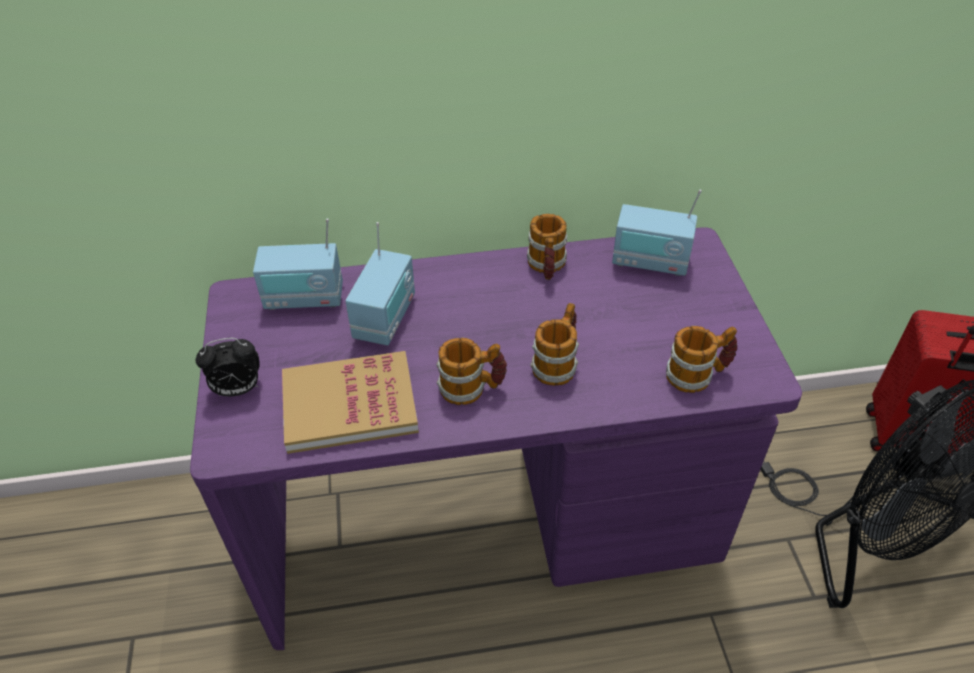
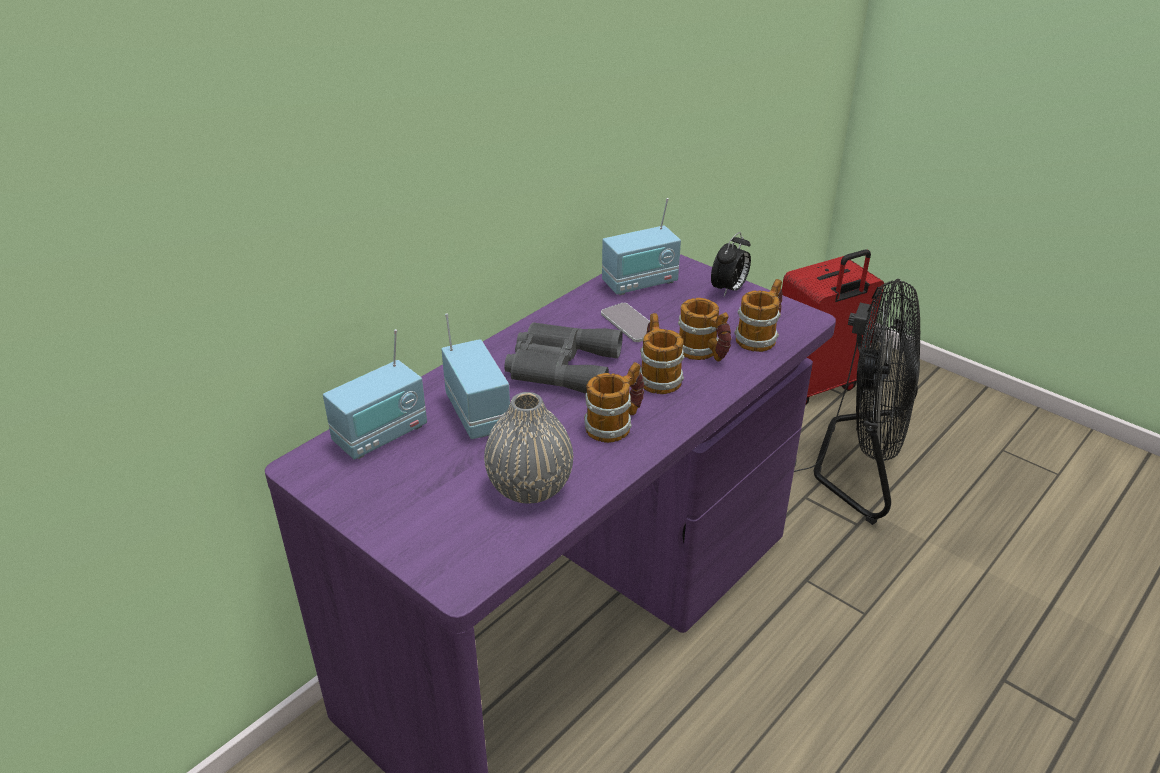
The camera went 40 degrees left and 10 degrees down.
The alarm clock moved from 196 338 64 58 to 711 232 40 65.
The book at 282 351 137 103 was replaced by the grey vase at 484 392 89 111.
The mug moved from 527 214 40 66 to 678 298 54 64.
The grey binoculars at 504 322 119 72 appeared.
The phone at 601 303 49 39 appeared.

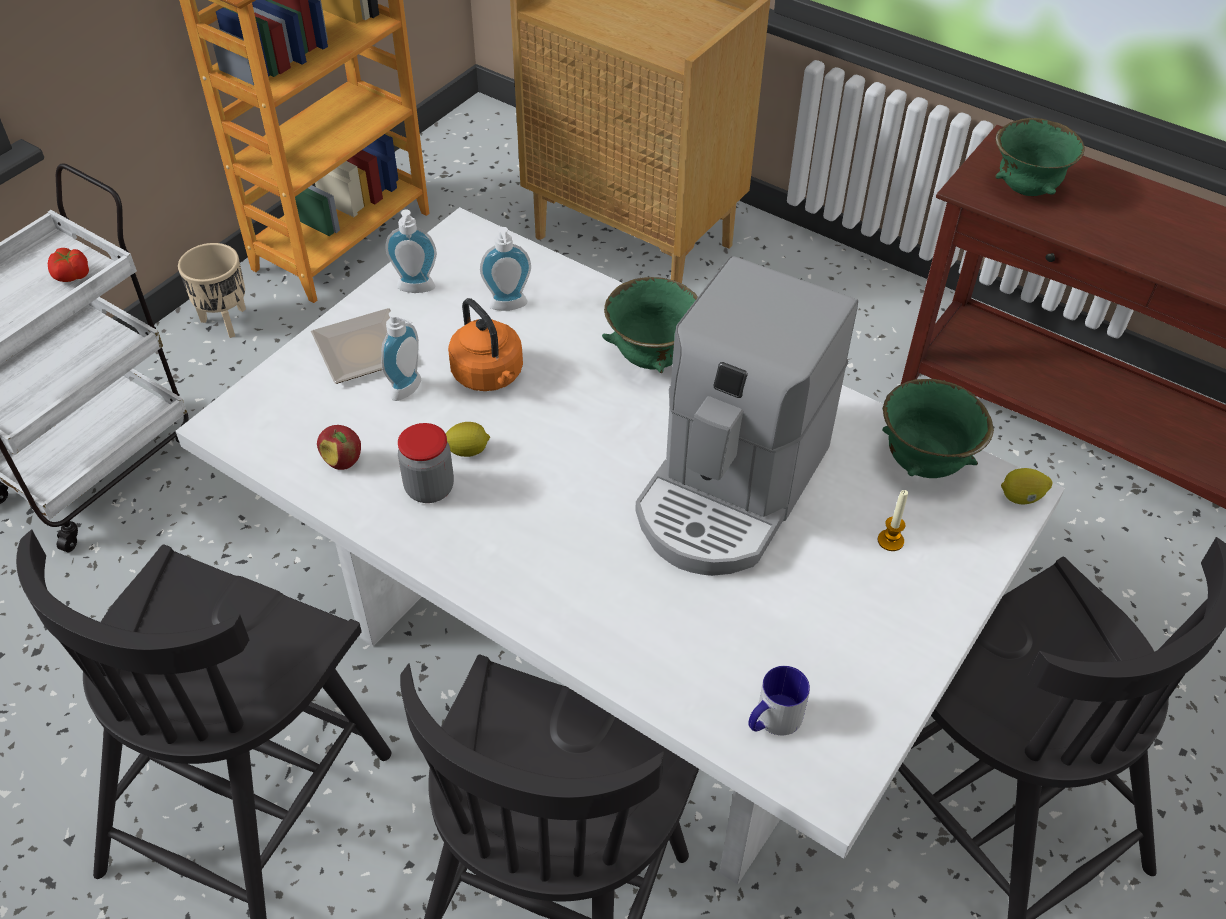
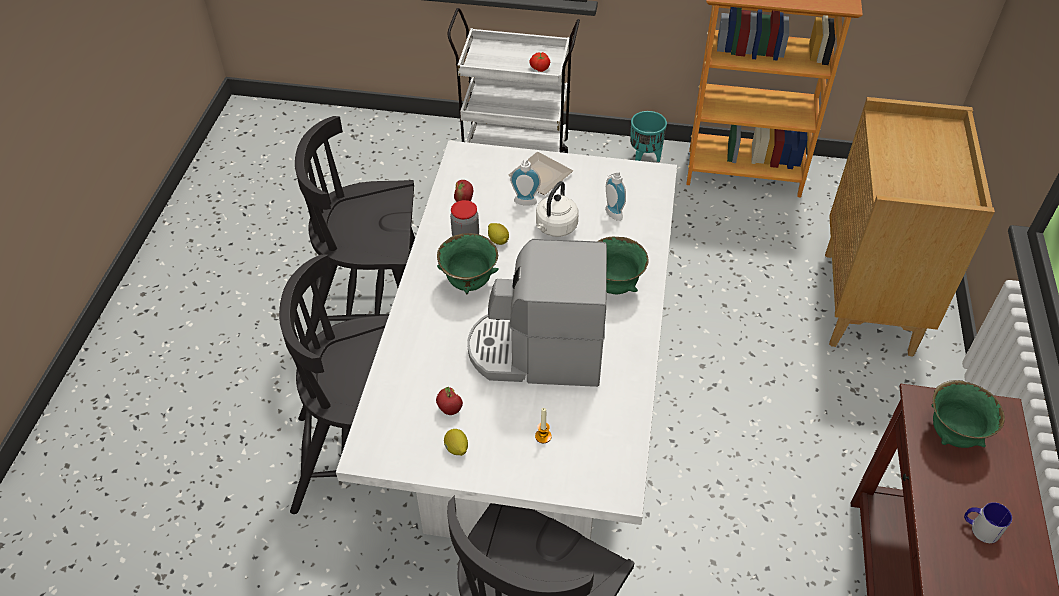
The camera went 65 degrees right and 0 degrees up.
The beige planter at 178 243 68 95 became the turquoise planter at 630 111 37 51.
The soap dispenser at 386 209 51 84 disappeared.
The orange kettle at 448 298 75 93 became the white kettle at 536 181 42 56.
The mug moved from 748 666 62 69 to 964 502 48 41.
The green bowl moved from 882 379 112 99 to 437 233 62 62.
The lemon moved from 1001 468 52 36 to 444 429 24 27.
The apple at 436 387 27 28 appeared.

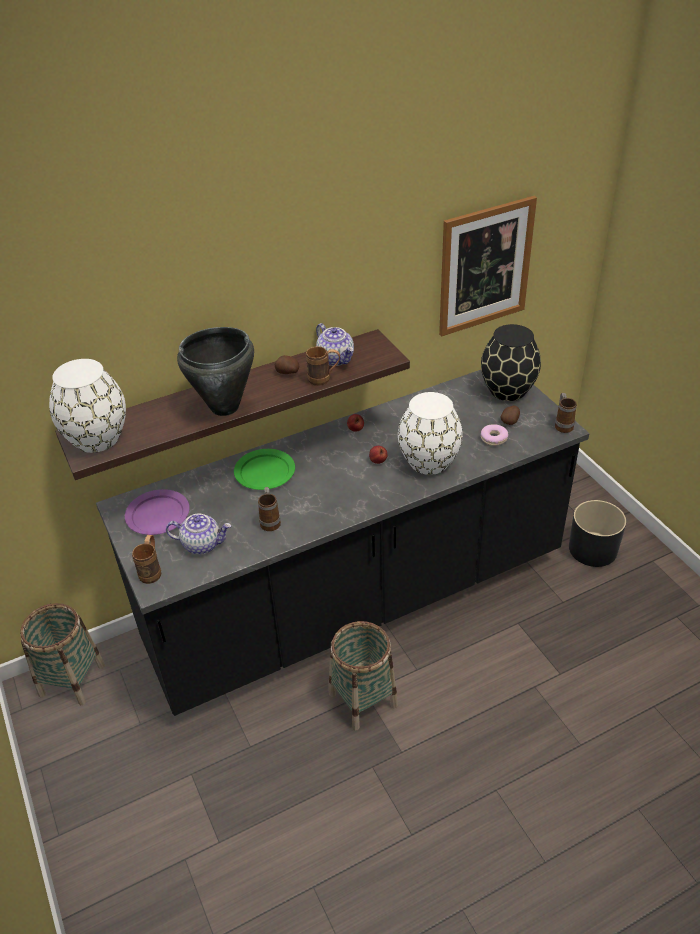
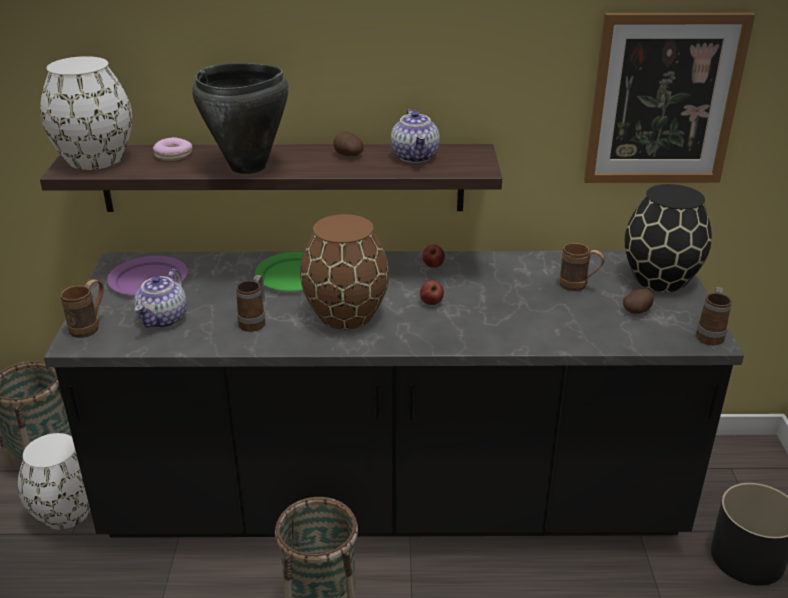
The camera went 25 degrees right and 10 degrees down.
The teapot at 166 513 65 41 turned 75 degrees clockwise.
The brown mug moved from 306 346 34 40 to 559 243 46 48.
The white vase moved from 398 392 65 83 to 18 433 72 97.
The donut moved from 481 424 27 22 to 153 137 39 24.
The brown vase at 300 214 89 116 appeared.

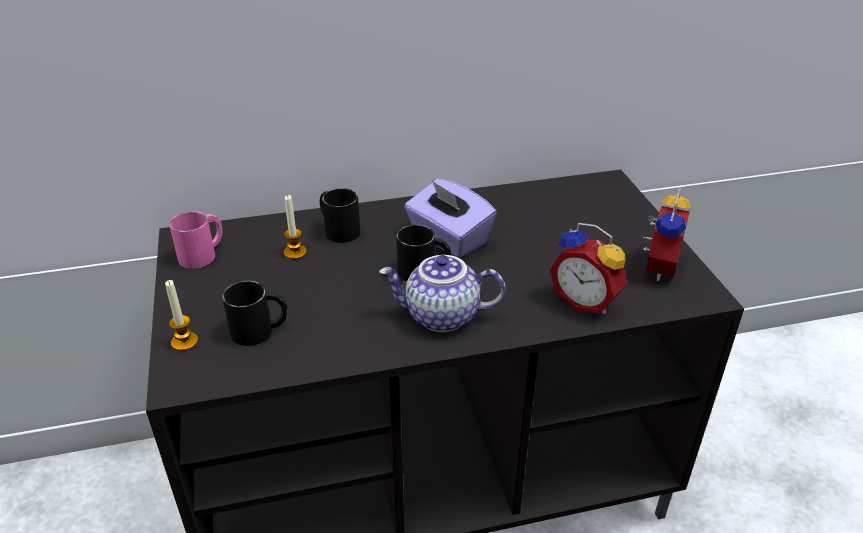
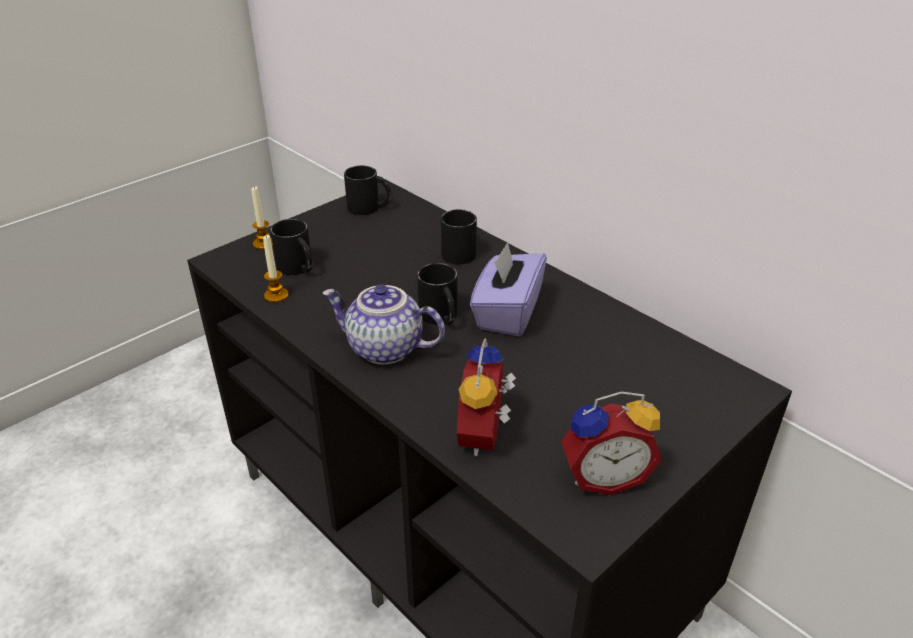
The camera went 60 degrees right and 0 degrees up.
The pink mug at 169 211 54 58 became the black mug at 344 165 47 50.
The candle moved from 284 195 23 64 to 263 235 26 67.
The teapot at 379 255 127 77 turned 45 degrees counterclockwise.

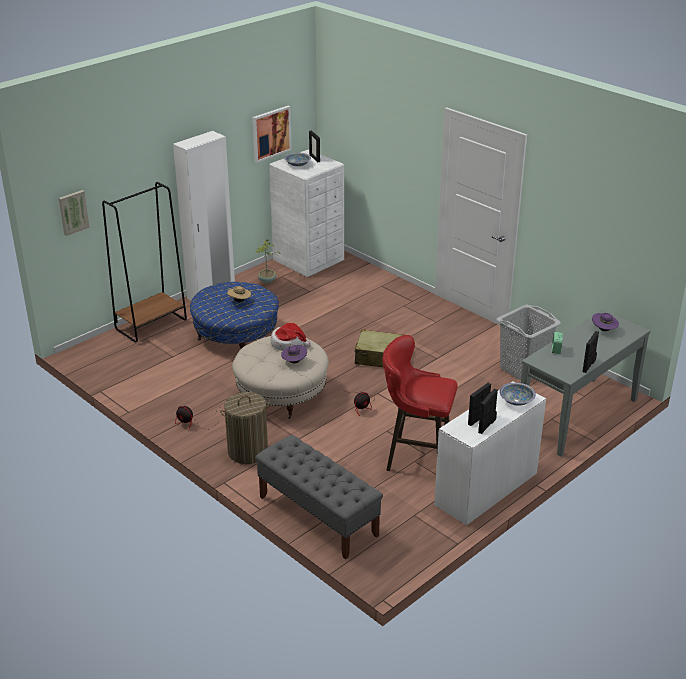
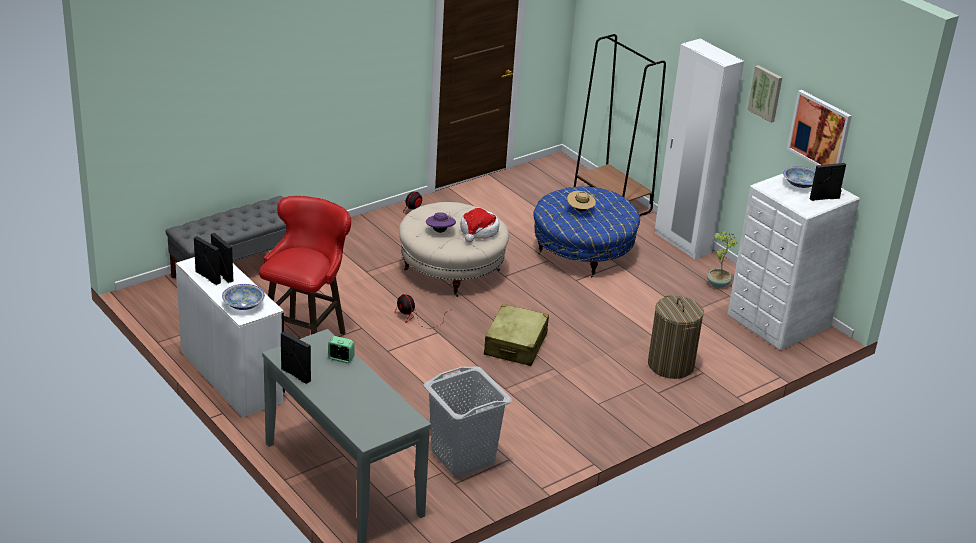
The camera went 95 degrees right and 0 degrees up.
The picture moved from 59 190 31 46 to 747 65 35 58.
The laundry basket moved from 220 392 50 72 to 648 295 56 84.
The purple hat at 592 313 27 18 disappeared.

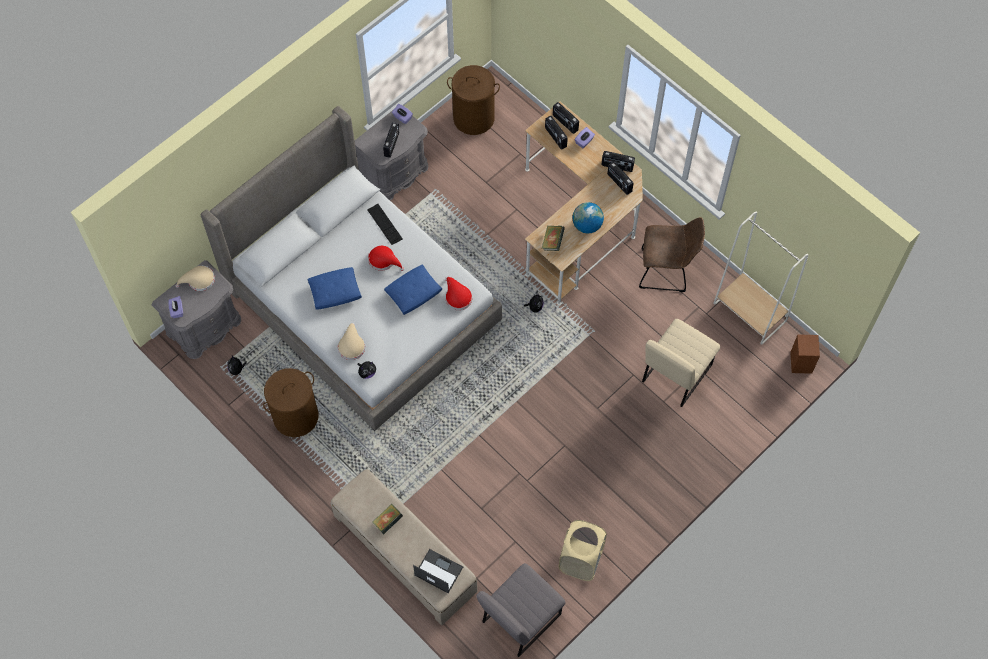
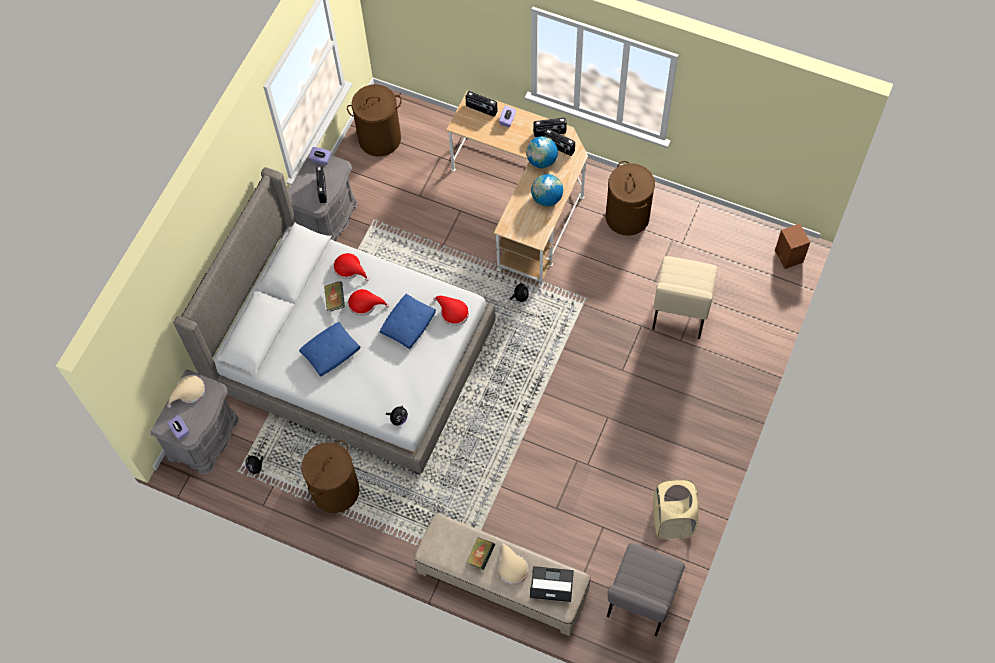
The camera went 20 degrees left and 0 degrees up.
The beige hat moved from 338 323 27 37 to 498 543 30 42.
The keyboard at 367 204 36 41 was replaced by the red hat at 333 253 36 28.
The book moved from 542 226 23 25 to 324 281 21 31.
The radio at 545 116 23 34 disappeared.
The brown chair at 639 217 66 75 was replaced by the brown laundry basket at 606 161 49 75.
The clothes rack at 714 212 94 133 disappeared.
The globe at 526 136 32 32 appeared.

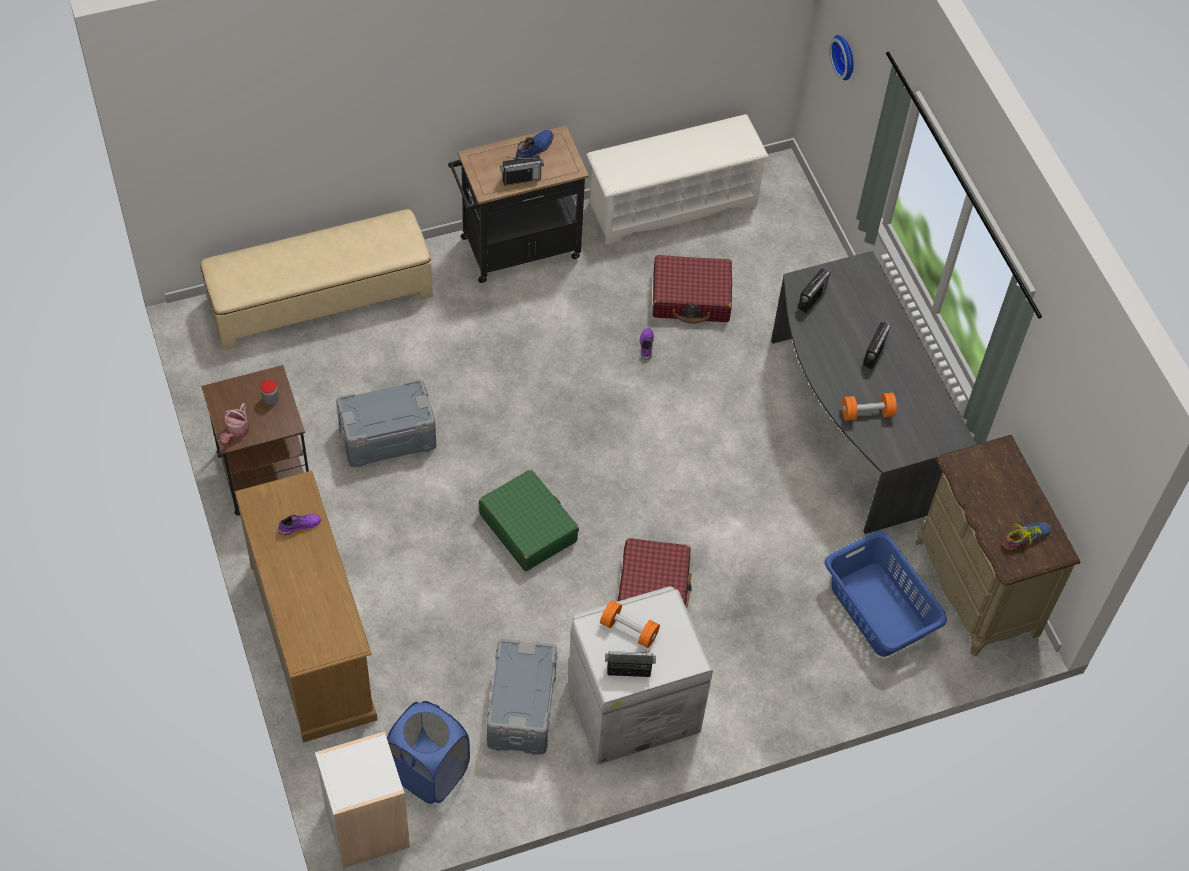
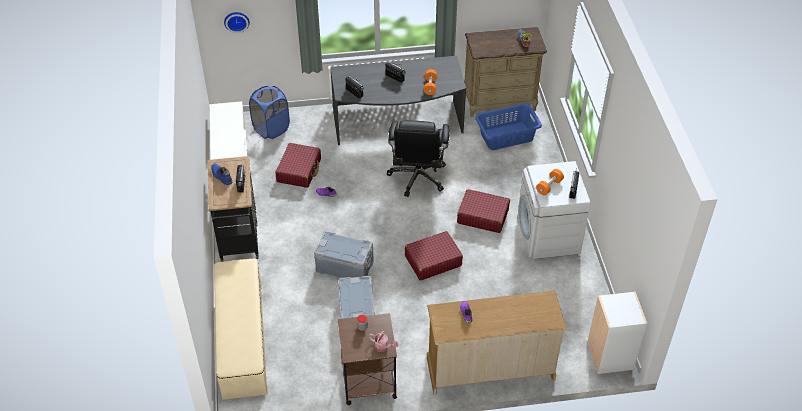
The camera went 75 degrees left and 10 degrees down.
The blue laundry basket moved from 387 701 83 103 to 249 86 41 53.
The green suitcase at 479 469 100 102 became the red suitcase at 405 231 58 50.
The grey storage box moved from 487 639 70 116 to 314 231 60 47.
The black office chair at 387 120 63 77 appeared.

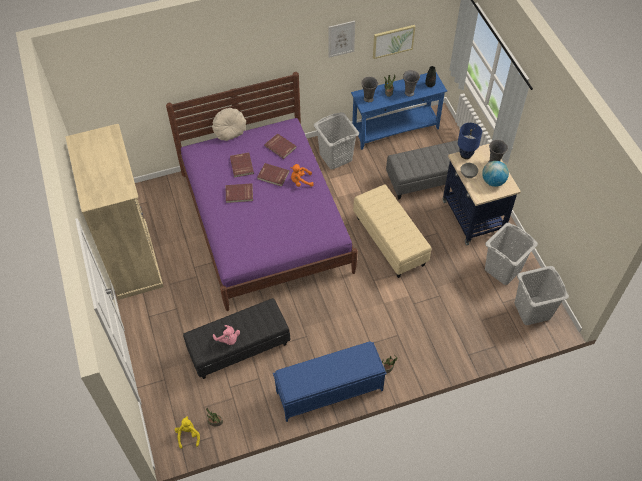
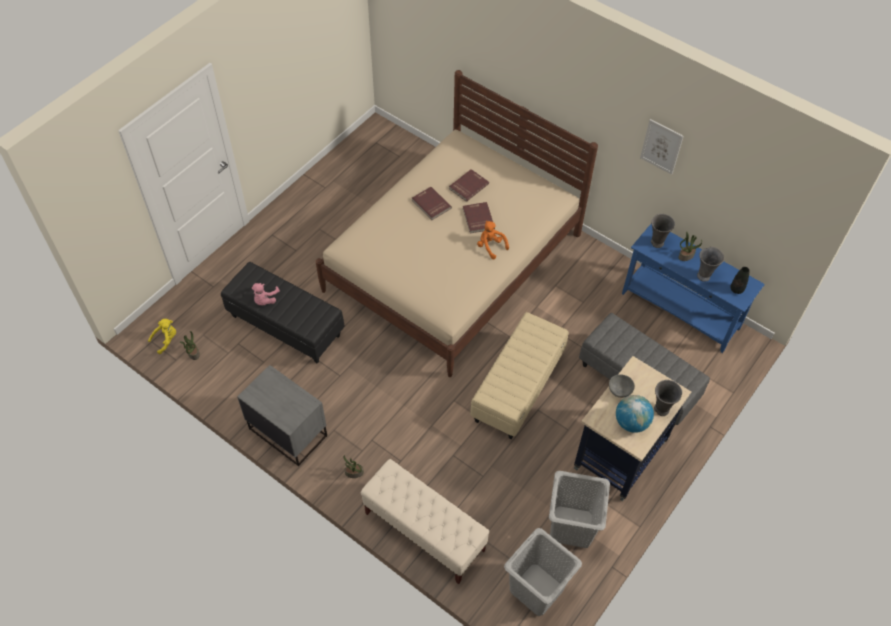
The camera went 55 degrees right and 0 degrees up.
The beige wardrobe at 65 124 99 176 disappeared.
The purple bed at 166 72 192 239 became the beige bed at 316 70 282 307.
The beige pillow at 212 108 34 33 disappeared.
The red book at 264 133 32 26 disappeared.
The blue bench at 273 342 114 80 was replaced by the grey nightstand at 237 365 90 101.
The grey laundry basket at 314 112 45 57 disappeared.
The picture at 373 25 42 34 disappeared.
The blue table lamp at 458 123 24 36 disappeared.
The beige bench at 361 459 128 125 appeared.

